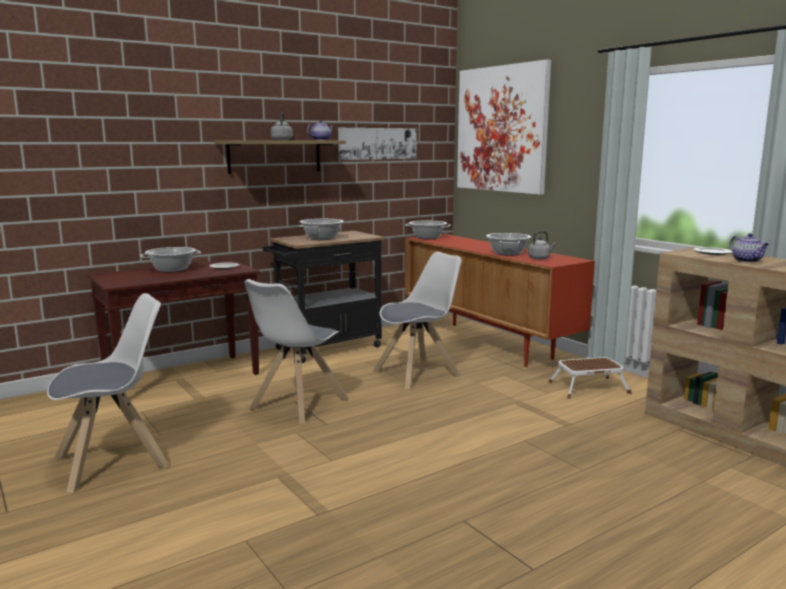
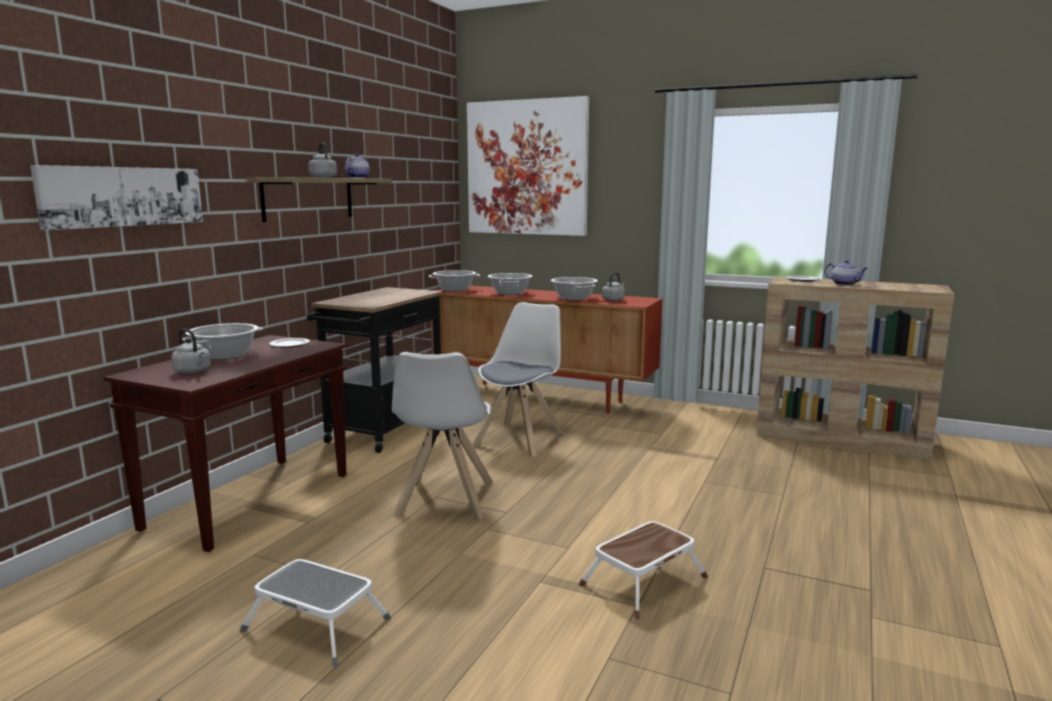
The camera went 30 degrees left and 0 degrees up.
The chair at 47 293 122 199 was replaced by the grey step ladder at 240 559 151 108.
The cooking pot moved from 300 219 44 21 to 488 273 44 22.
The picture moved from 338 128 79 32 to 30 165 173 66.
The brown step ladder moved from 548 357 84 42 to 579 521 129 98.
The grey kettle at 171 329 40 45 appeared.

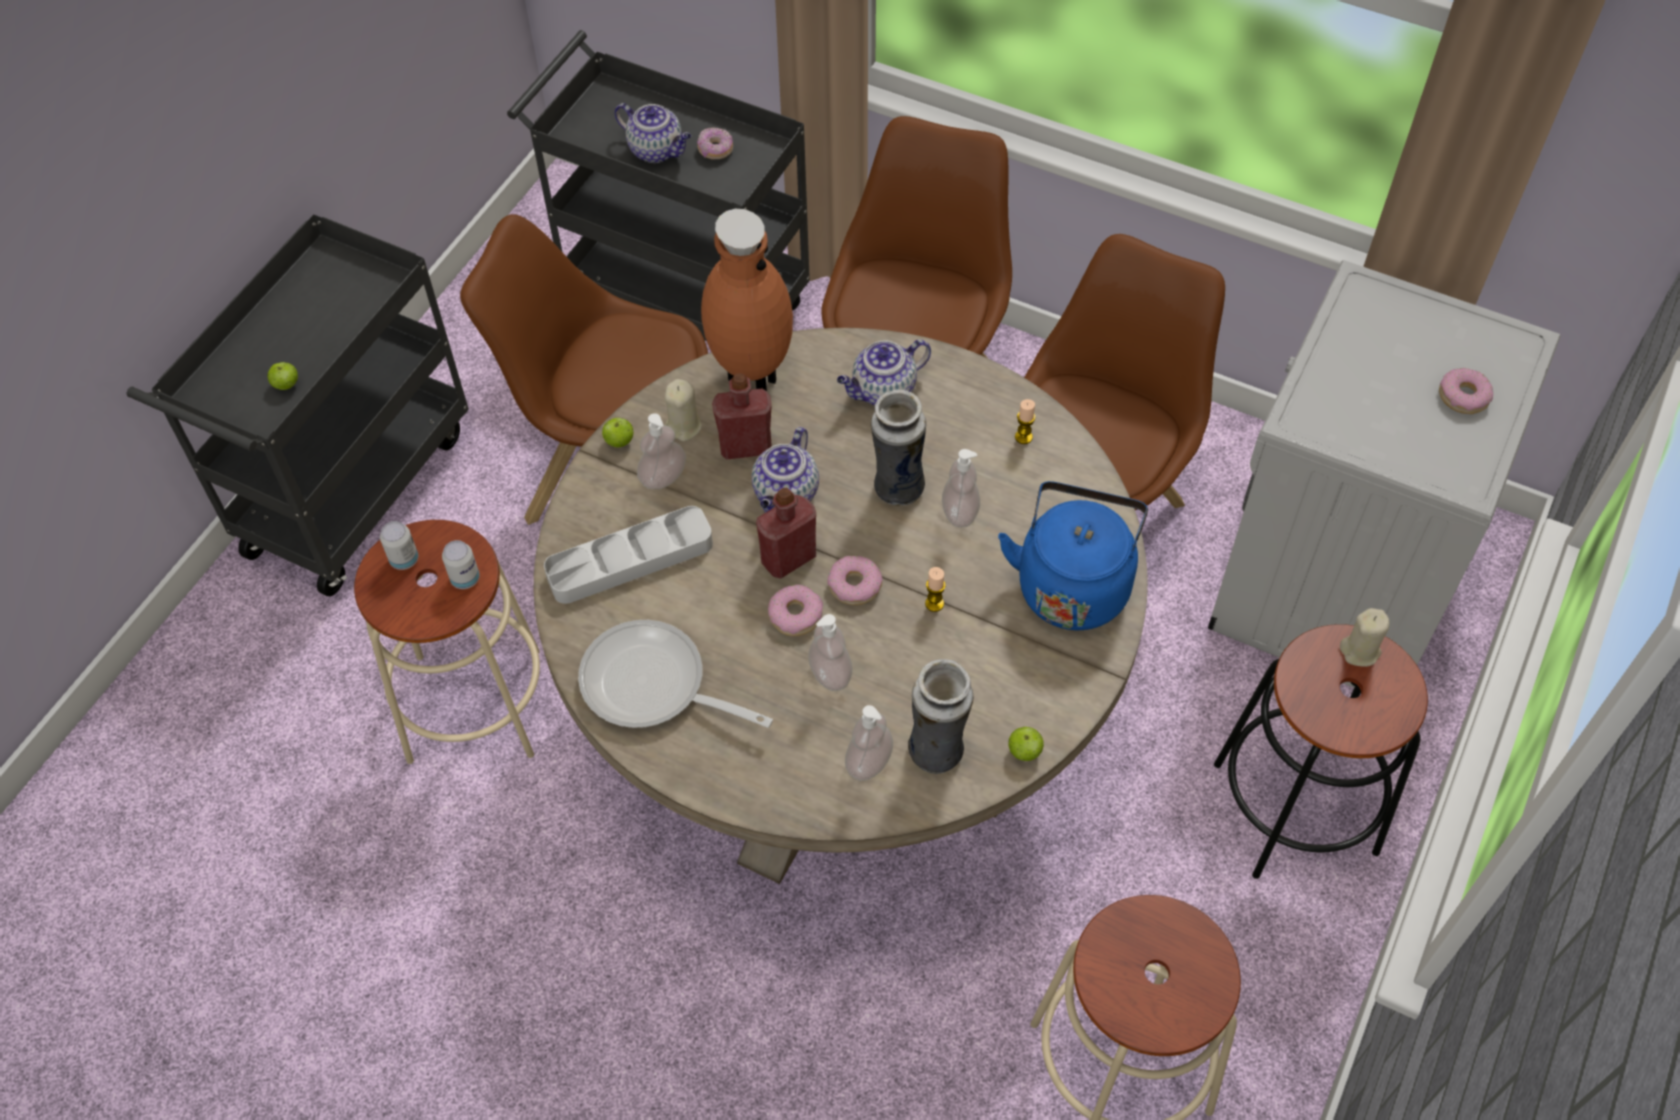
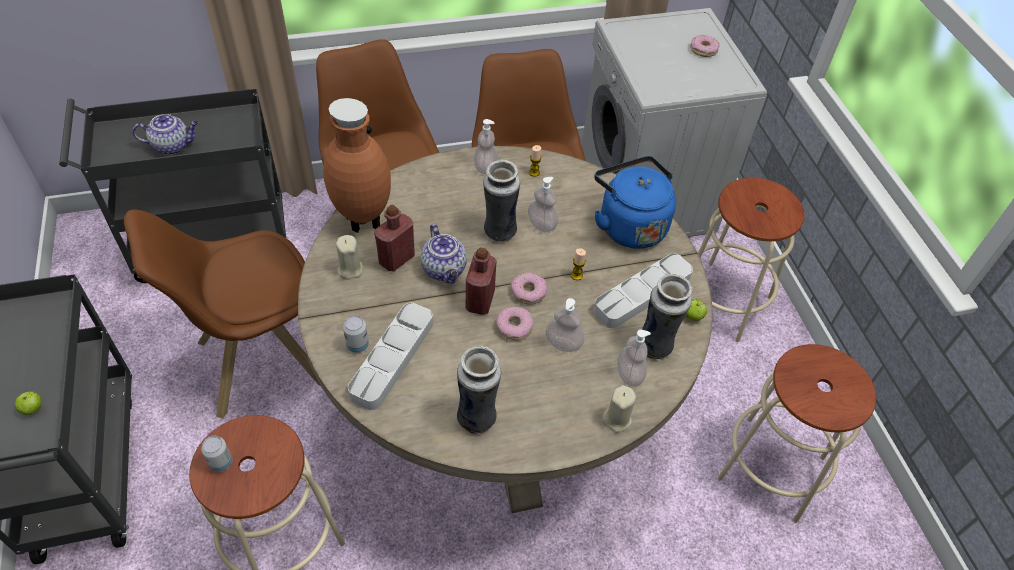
The camera went 45 degrees left and 5 degrees down.
The can moved from 442 540 38 49 to 343 315 26 38.
The frying pan at 578 620 195 108 was replaced by the vase at 457 346 44 88.
The apple at 602 418 31 29 disappeared.
The soap dispenser moved from 637 413 49 76 to 474 119 23 55.
The donut at 697 127 36 32 disappeared.
The teapot at 837 339 94 66 disappeared.
The black stool at 1214 624 214 255 became the beige stool at 697 178 108 164.
The beige candle moved from 1340 608 50 59 to 602 385 34 47.
The grey tray at 593 253 100 75 appeared.

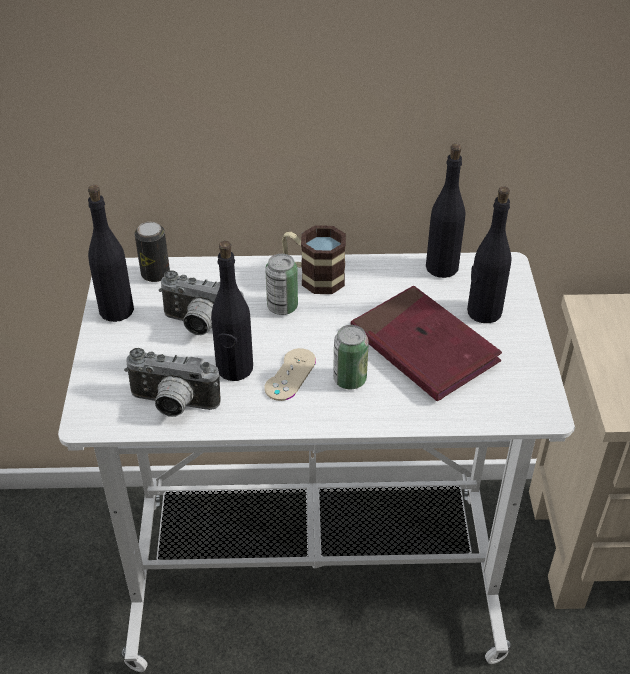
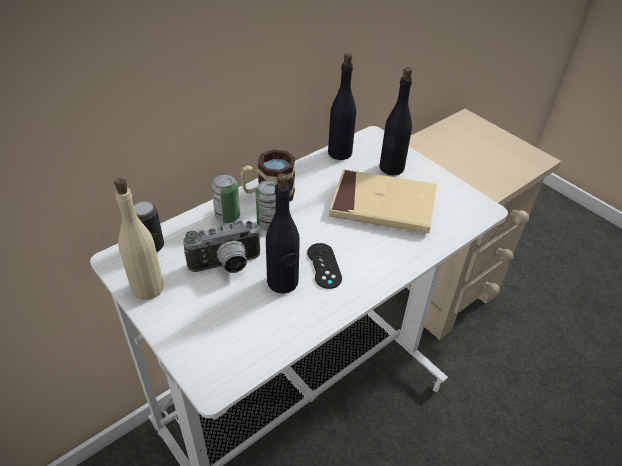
The camera went 40 degrees left and 0 degrees up.
The black bottle at 88 185 46 137 became the beige bottle at 114 178 50 122.
The photo camera at 124 348 97 69 disappeared.
The beige game controller at 264 348 52 53 became the black game controller at 307 243 35 46.
The can moved from 333 325 36 64 to 212 173 28 50.
The red book at 350 286 152 115 became the beige book at 329 169 108 64.

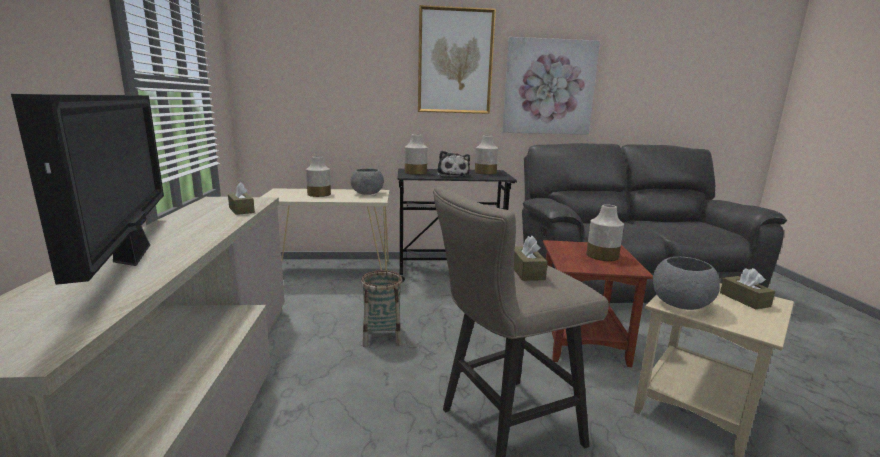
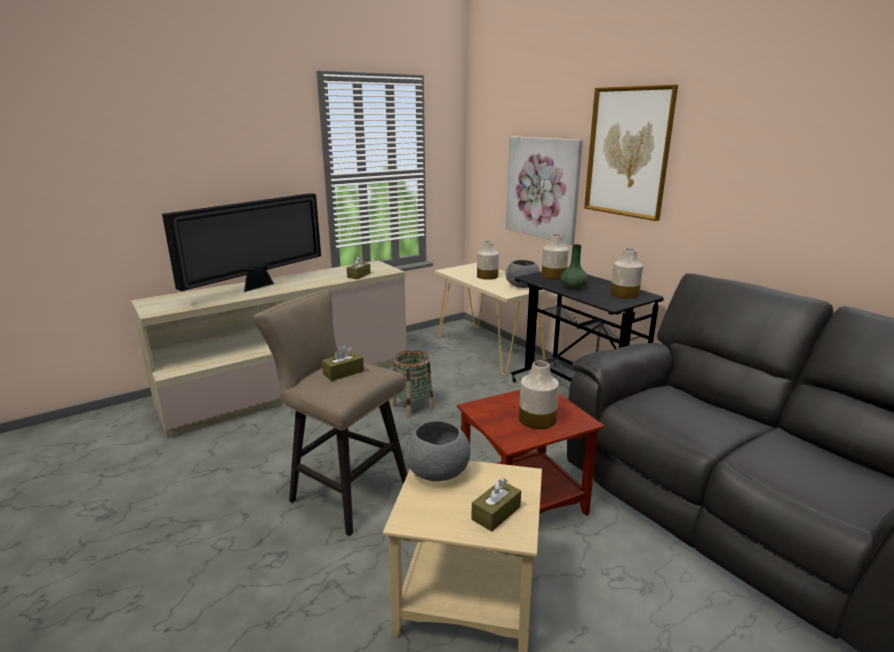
The camera went 60 degrees right and 5 degrees up.
The plush toy at 437 151 33 26 was replaced by the green vase at 560 244 28 46.
The picture moved from 502 37 98 98 to 506 136 77 109.

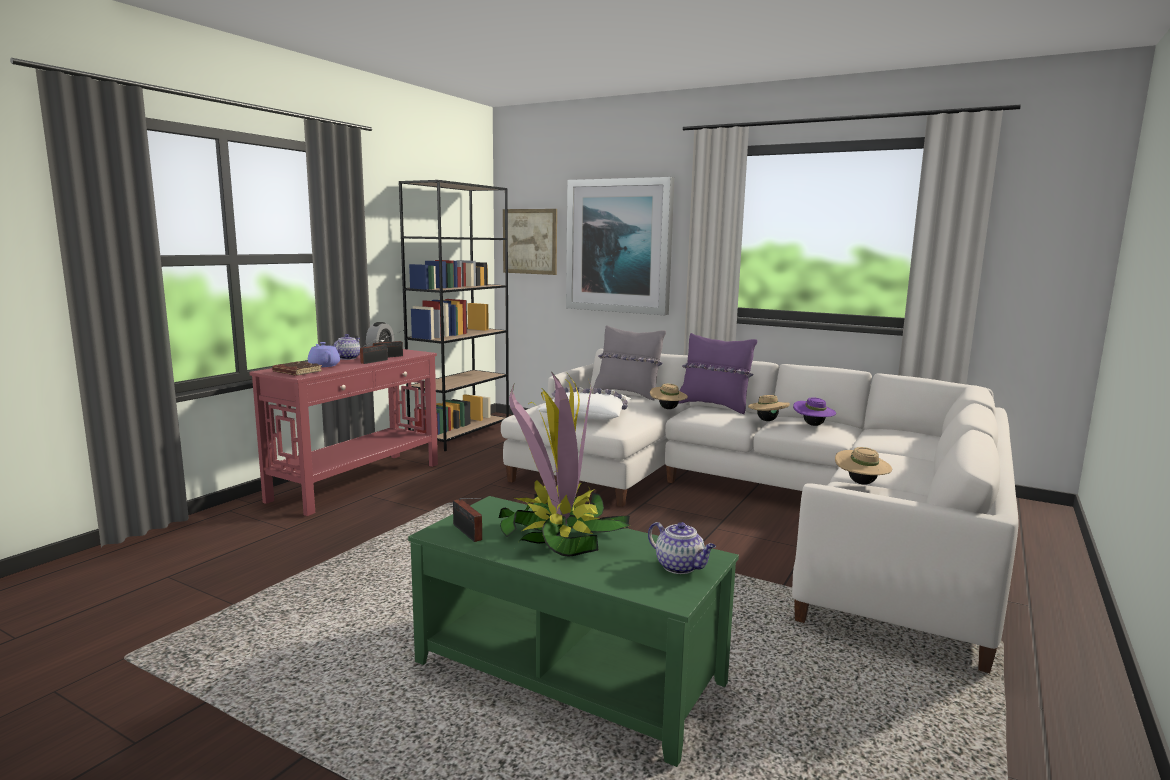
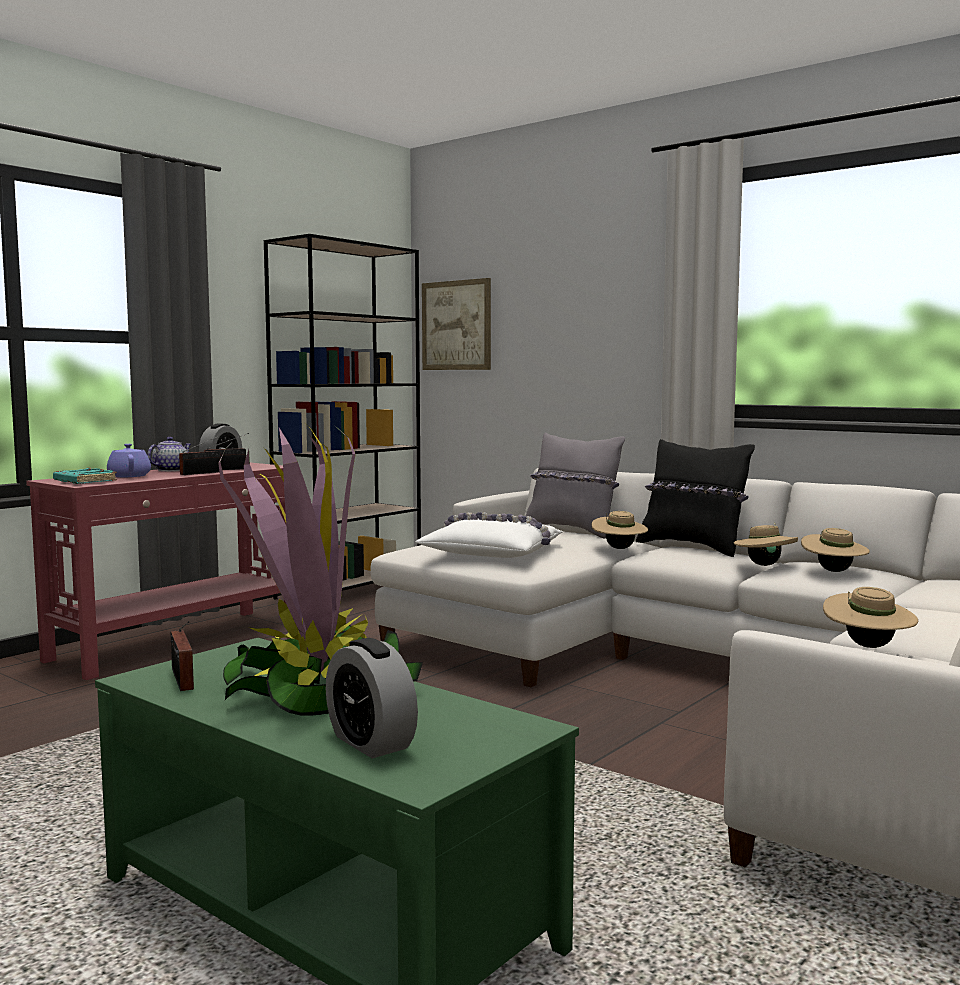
The camera went 10 degrees right and 5 degrees down.
The brown book at 272 361 50 15 became the turquoise book at 53 467 64 17.
The picture at 566 177 108 138 disappeared.
The teapot at 648 522 68 52 disappeared.
The purple pillow at 679 333 78 81 became the black pillow at 636 439 119 118.
The purple hat at 793 397 43 29 became the beige hat at 801 528 69 44.
The alarm clock at 326 638 92 120 appeared.

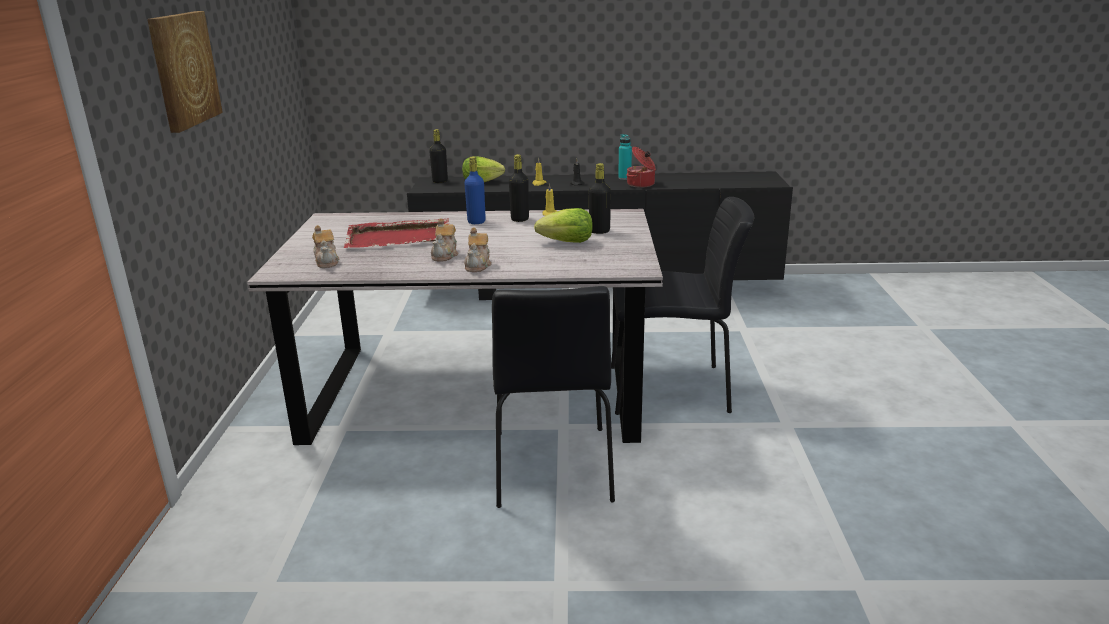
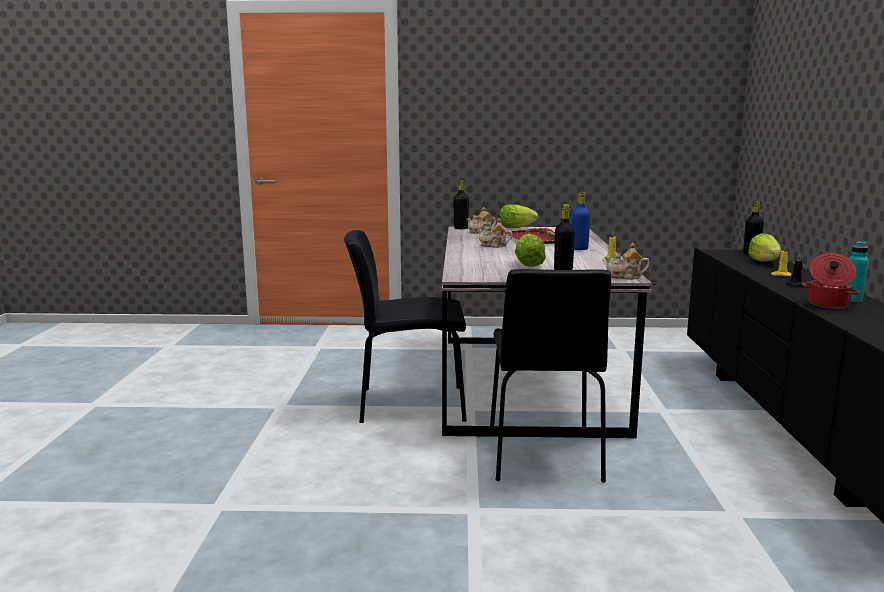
The camera went 90 degrees right and 10 degrees down.
The picture at 147 11 76 122 disappeared.
The teapot moved from 464 227 28 45 to 604 243 46 37.
The black bottle moved from 509 154 20 68 to 454 180 15 49.
The lettuce at 499 204 39 24 appeared.

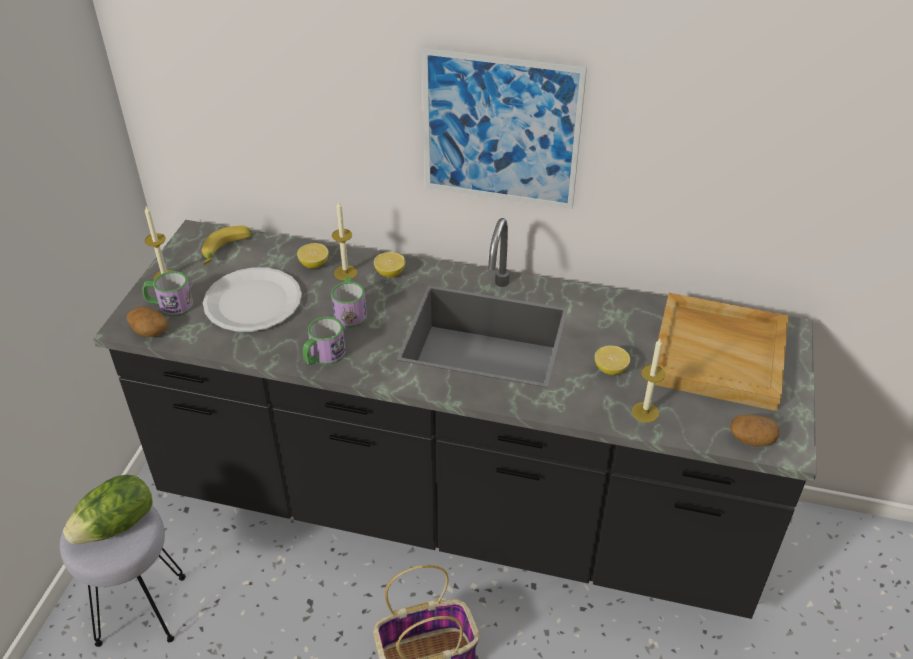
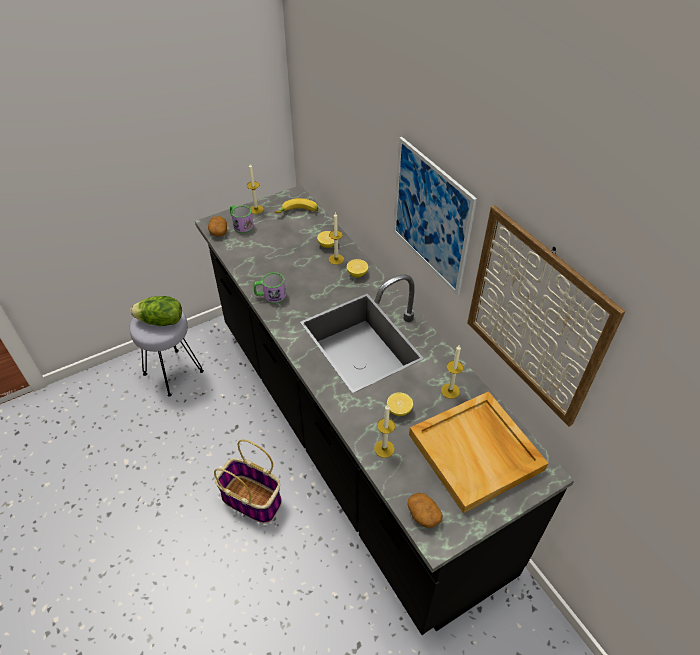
The camera went 45 degrees right and 5 degrees up.
The white plate at 203 267 99 65 disappeared.
The mug at 331 277 36 51 disappeared.
The candle at 441 345 22 54 appeared.
The picture at 467 205 158 222 appeared.

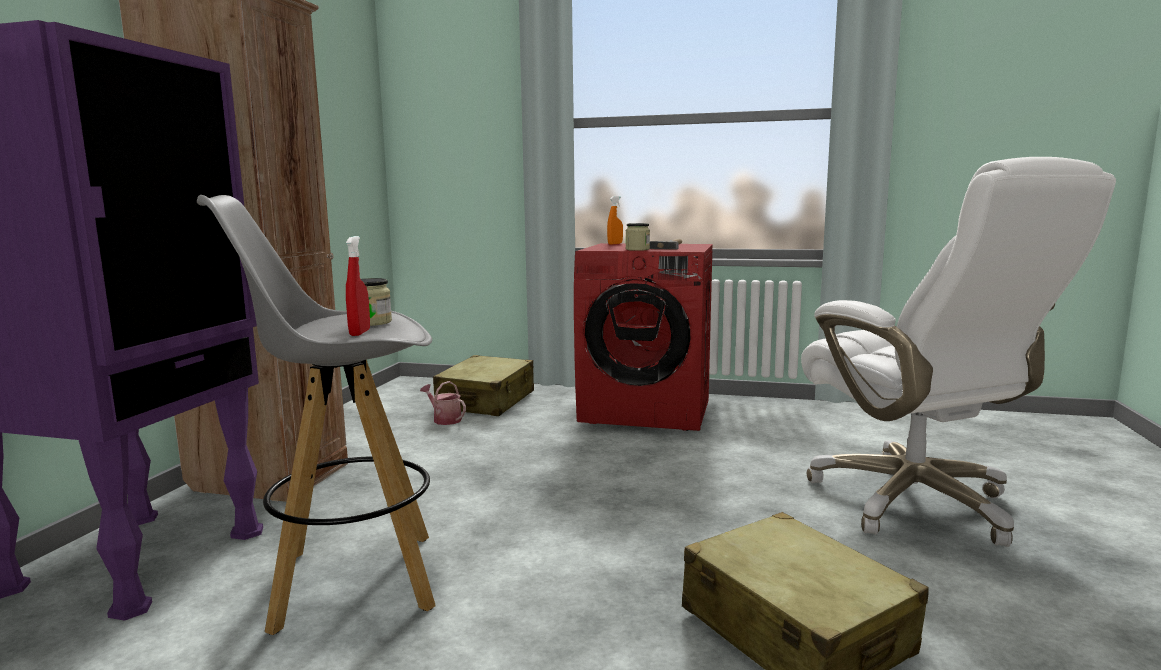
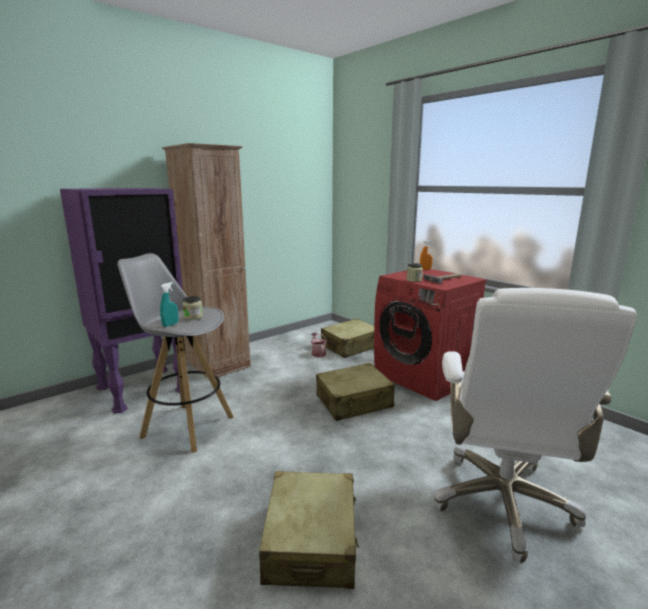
The camera went 35 degrees right and 5 degrees up.
The red spray bottle at 346 236 24 100 became the turquoise spray bottle at 160 282 18 45.
The beige suitcase at 316 363 79 58 appeared.

